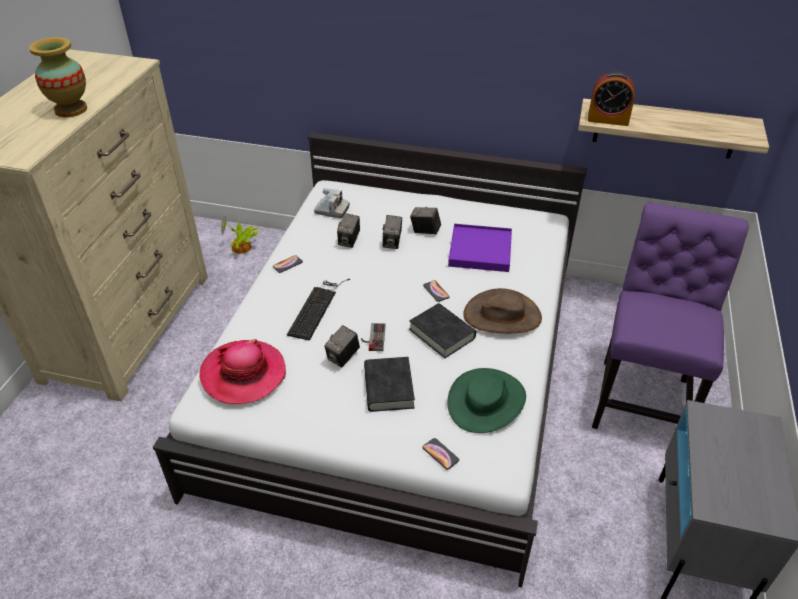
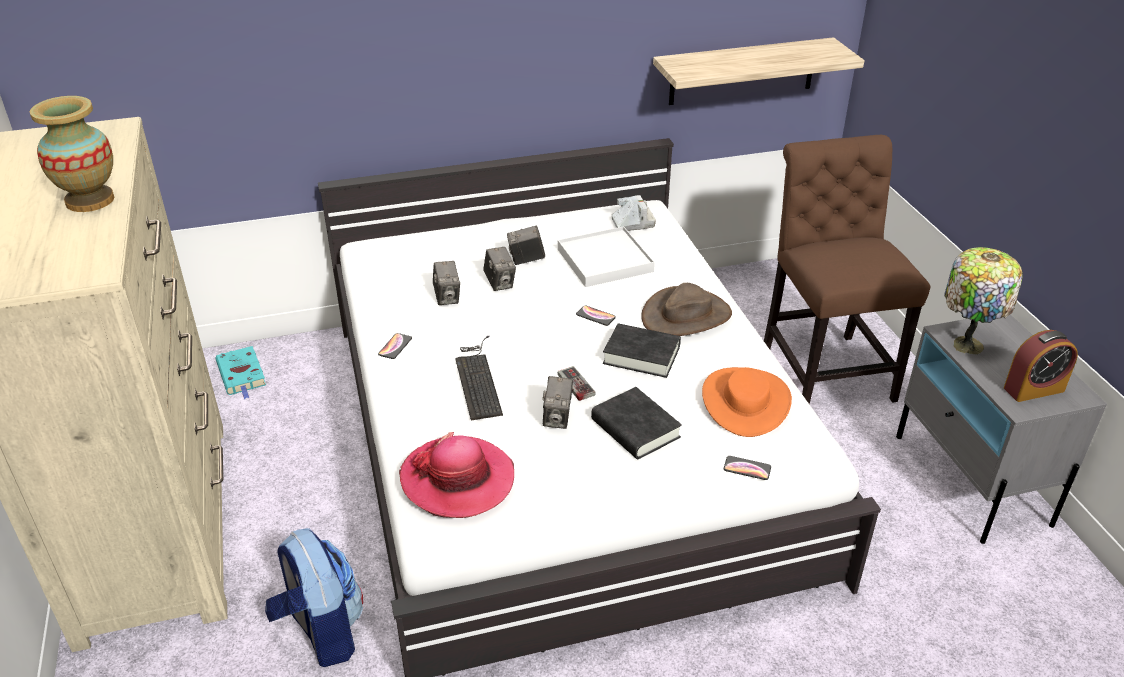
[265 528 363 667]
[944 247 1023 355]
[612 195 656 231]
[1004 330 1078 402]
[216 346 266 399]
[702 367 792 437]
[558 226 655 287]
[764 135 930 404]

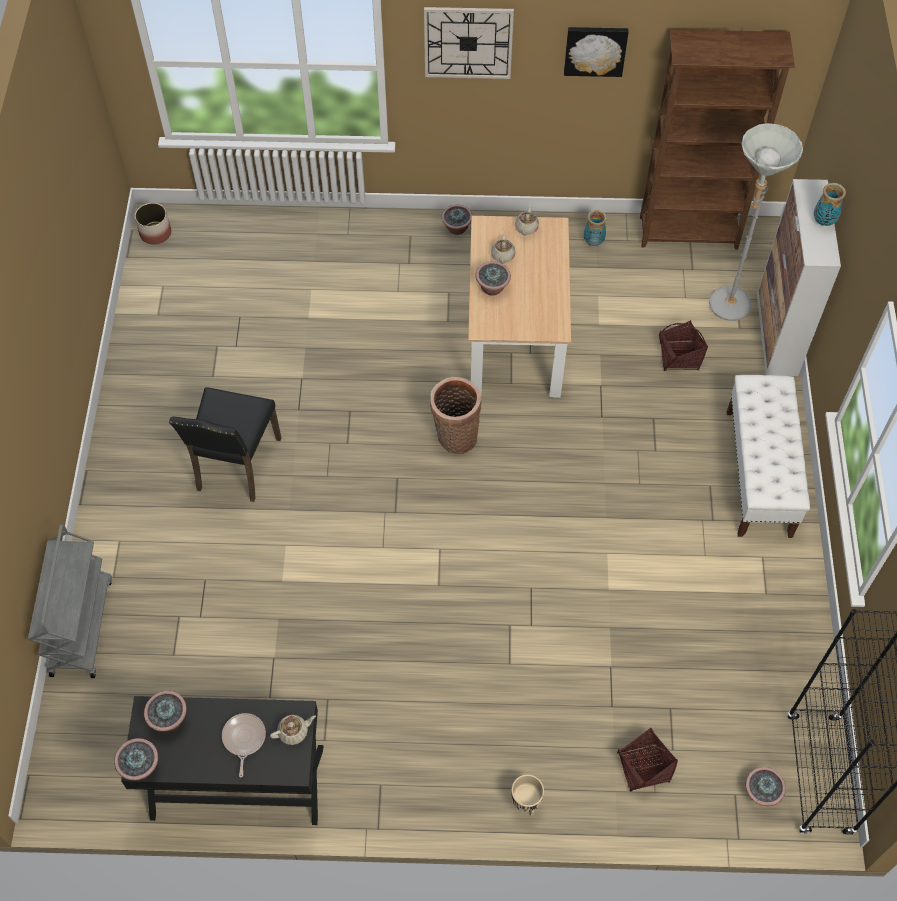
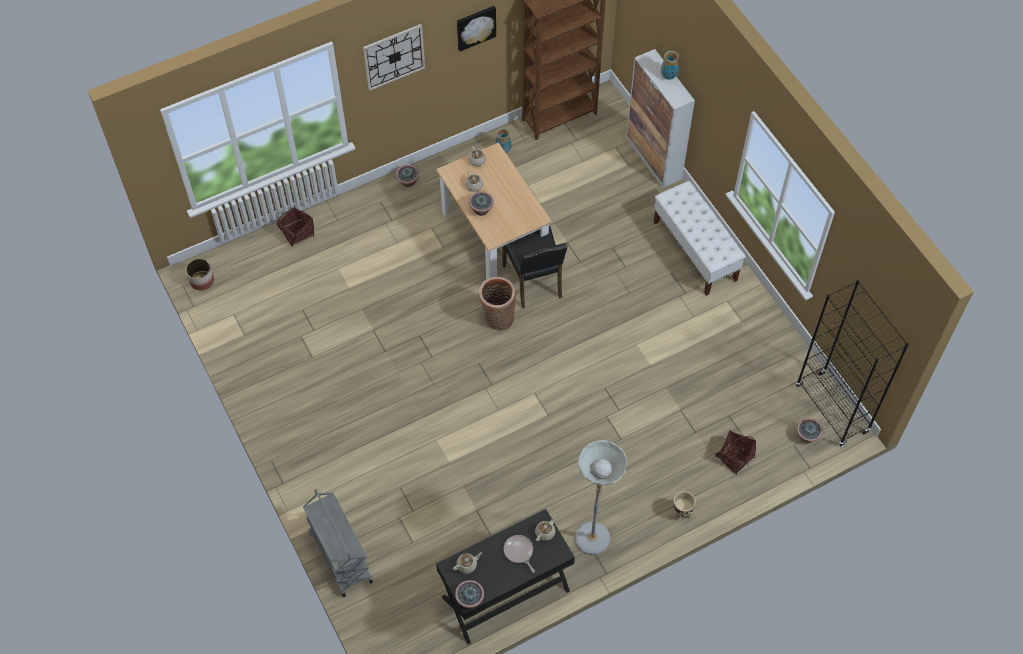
[502 226 568 308]
[277 206 315 247]
[575 440 627 555]
[453 552 482 574]

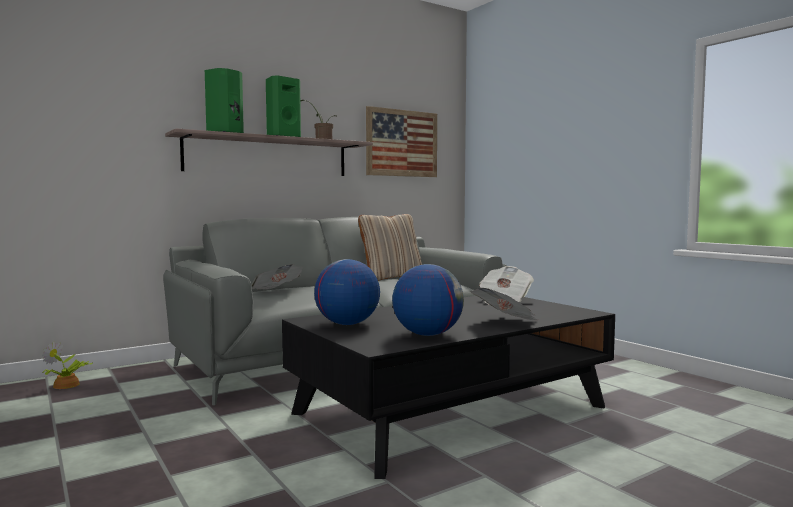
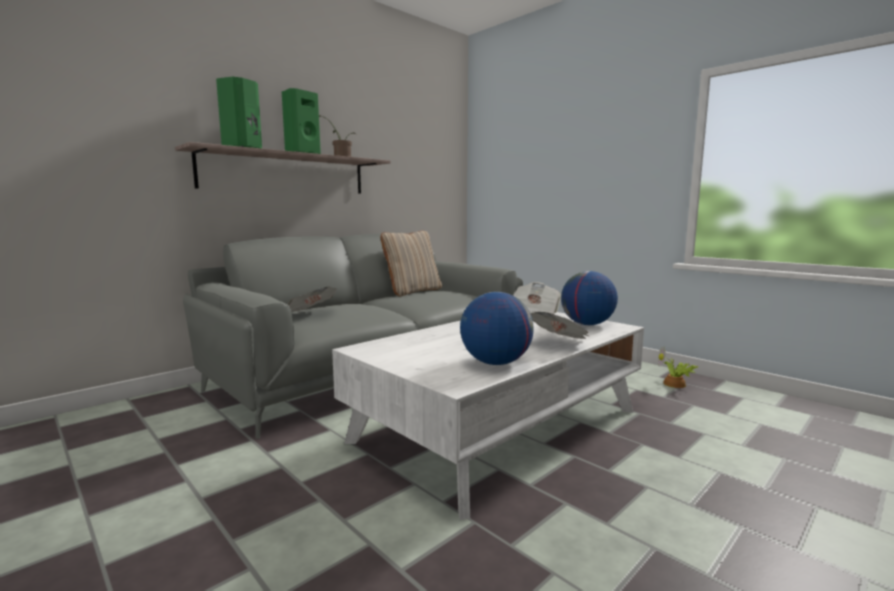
[366 106 437 177] (first image)
[658 348 698 388]
[561 271 618 325]
[332 312 644 520]

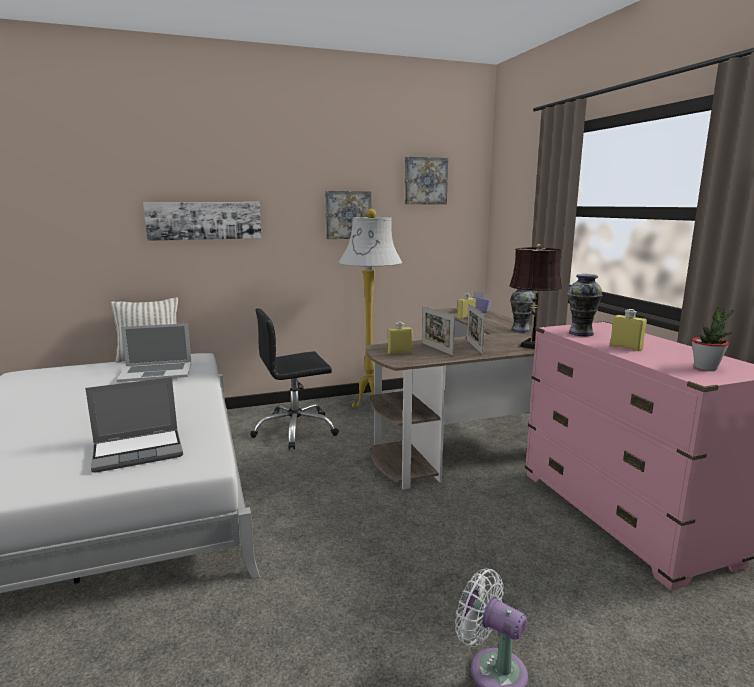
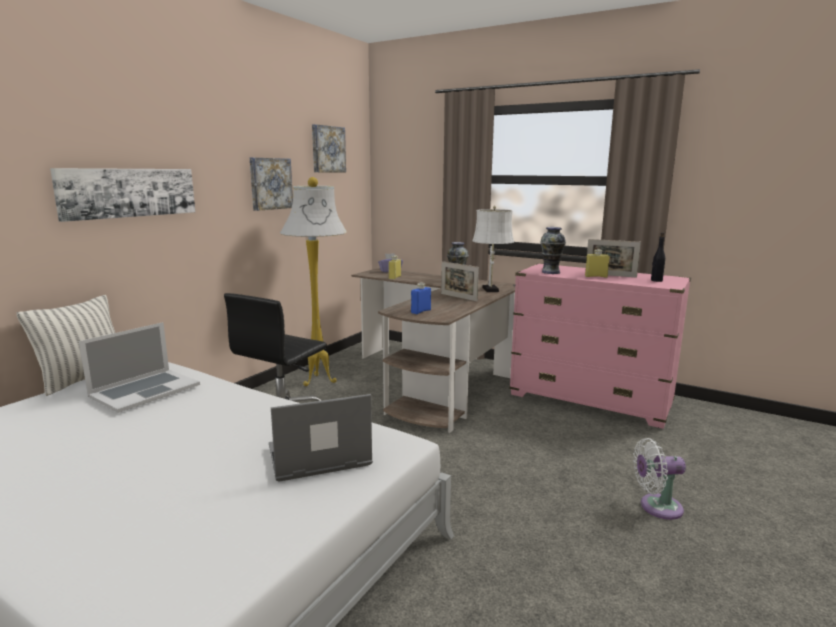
[587 239 641 278]
[651 232 665 282]
[411 282 431 314]
[472 206 514 292]
[269 394 373 482]

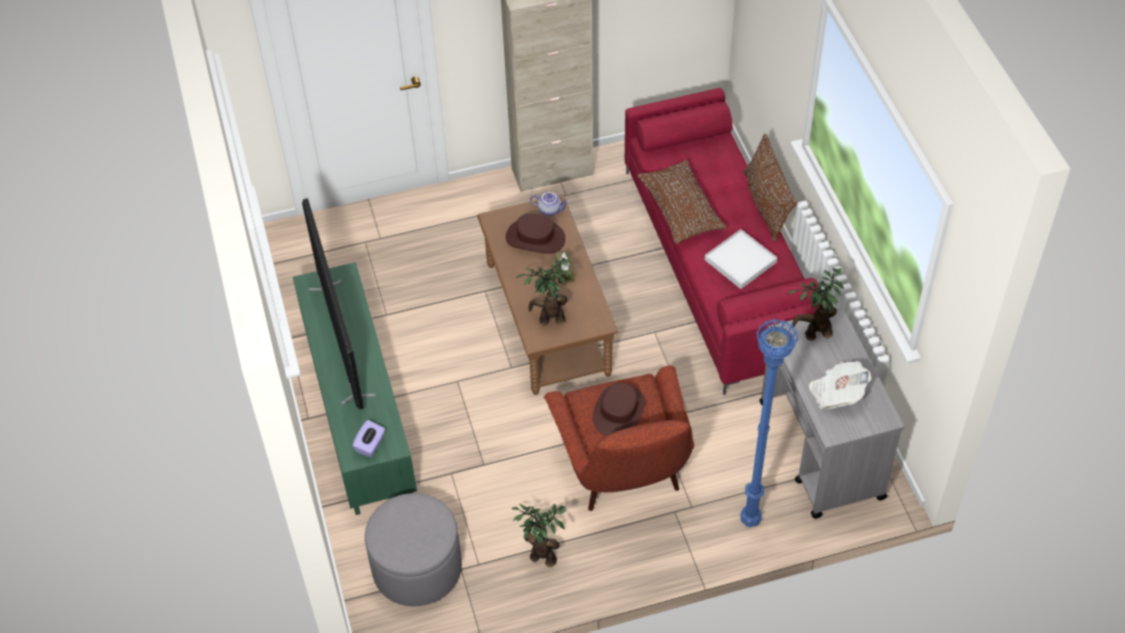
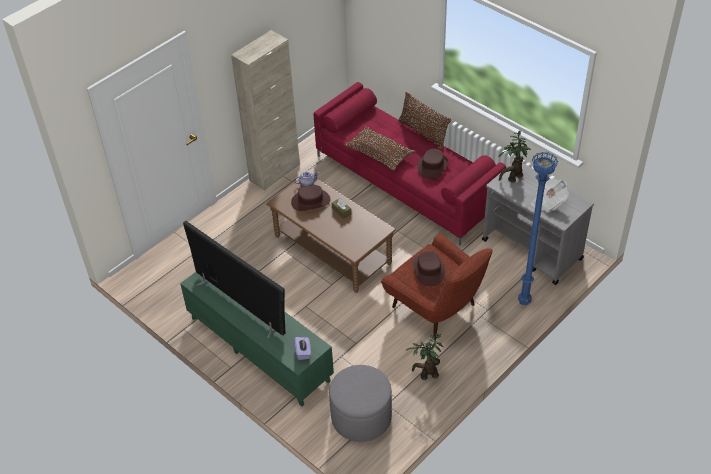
[516 258 572 325] (first image)
[418 149 448 179]

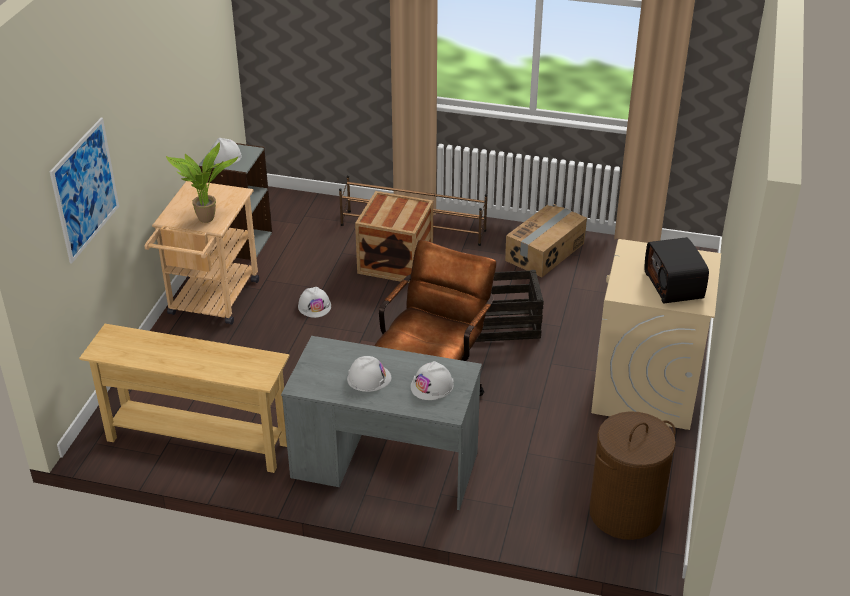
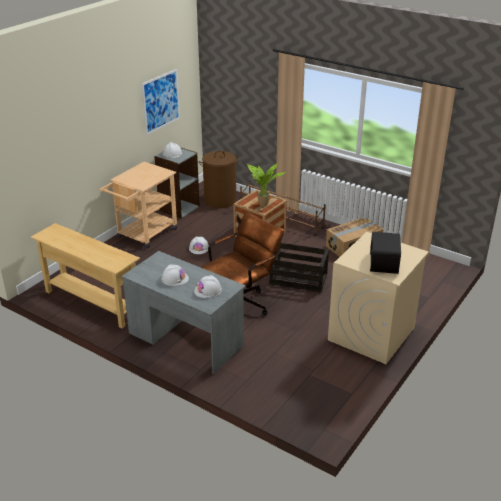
[142 69 180 135]
[246 162 287 206]
[199 150 240 208]

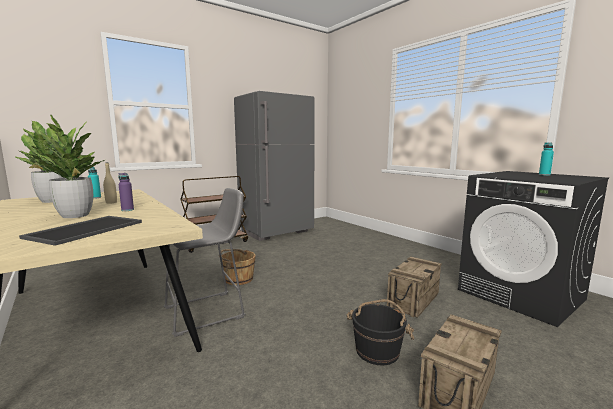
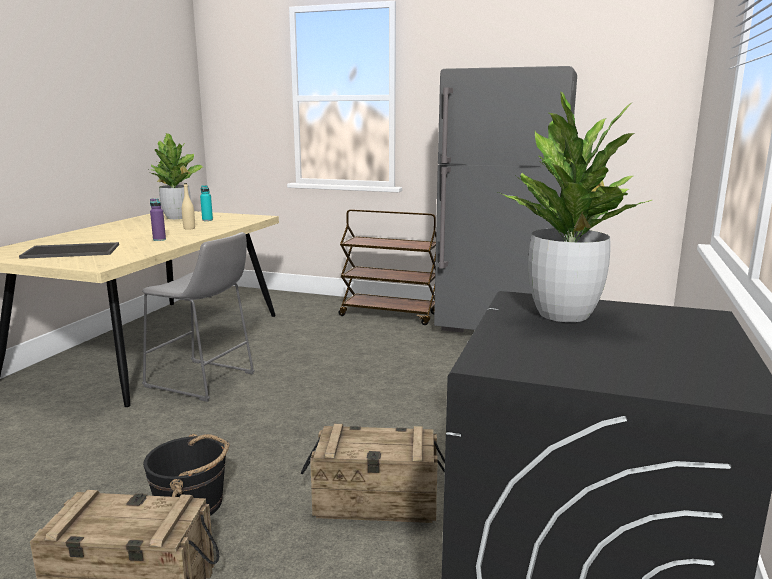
[219 249 256 285] (first image)
[539 142 554 176] (first image)
[498 92 653 322]

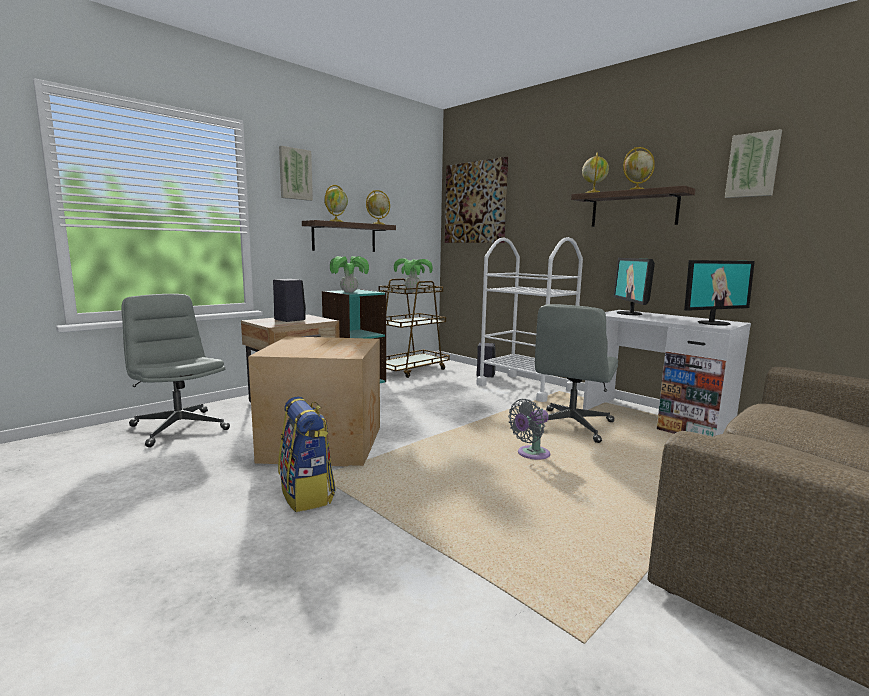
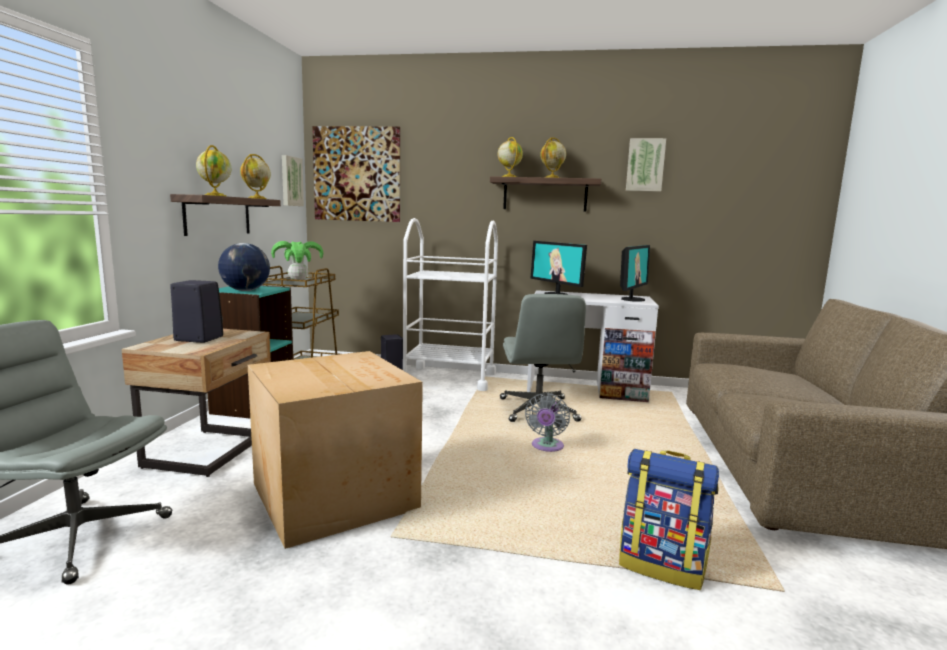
[619 449 719 590]
[282 155 304 206]
[218 243 270 291]

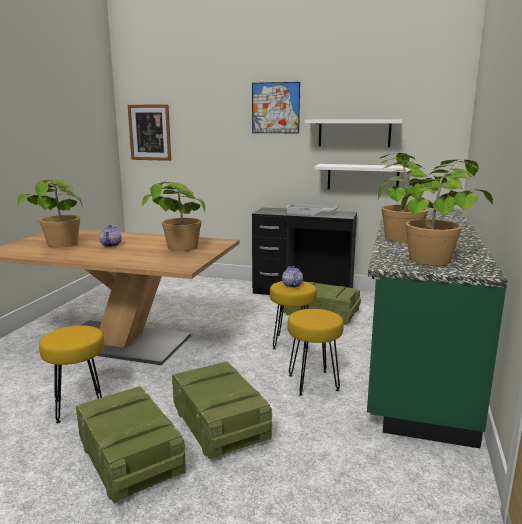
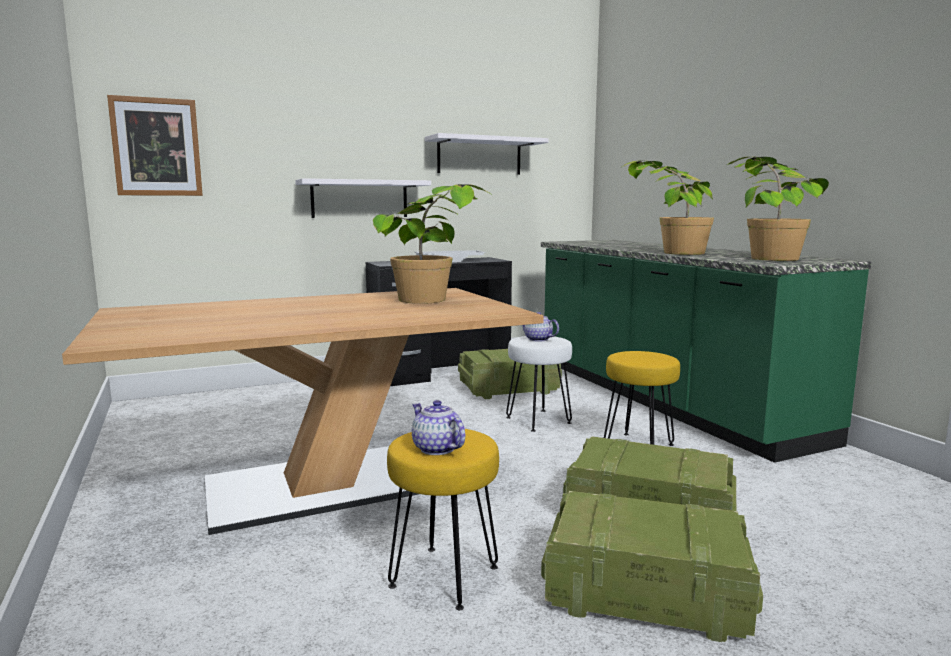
[17 180 83 247] (first image)
[252 82 300 133] (first image)
[412 400 465 455]
[295 178 431 218]
[506 336 572 432]

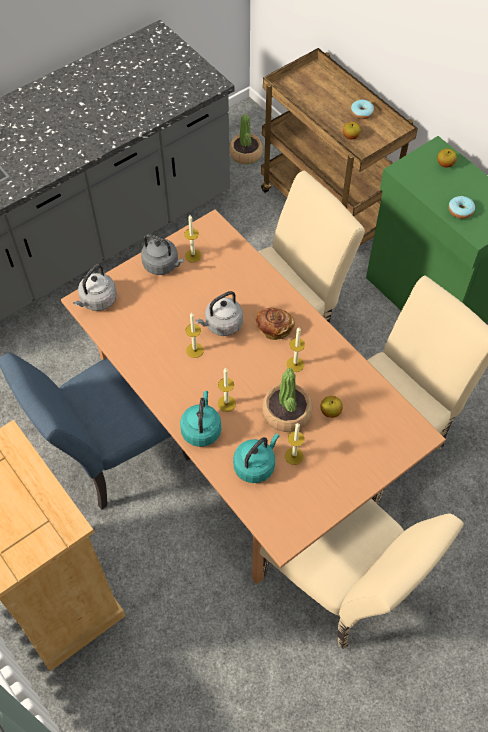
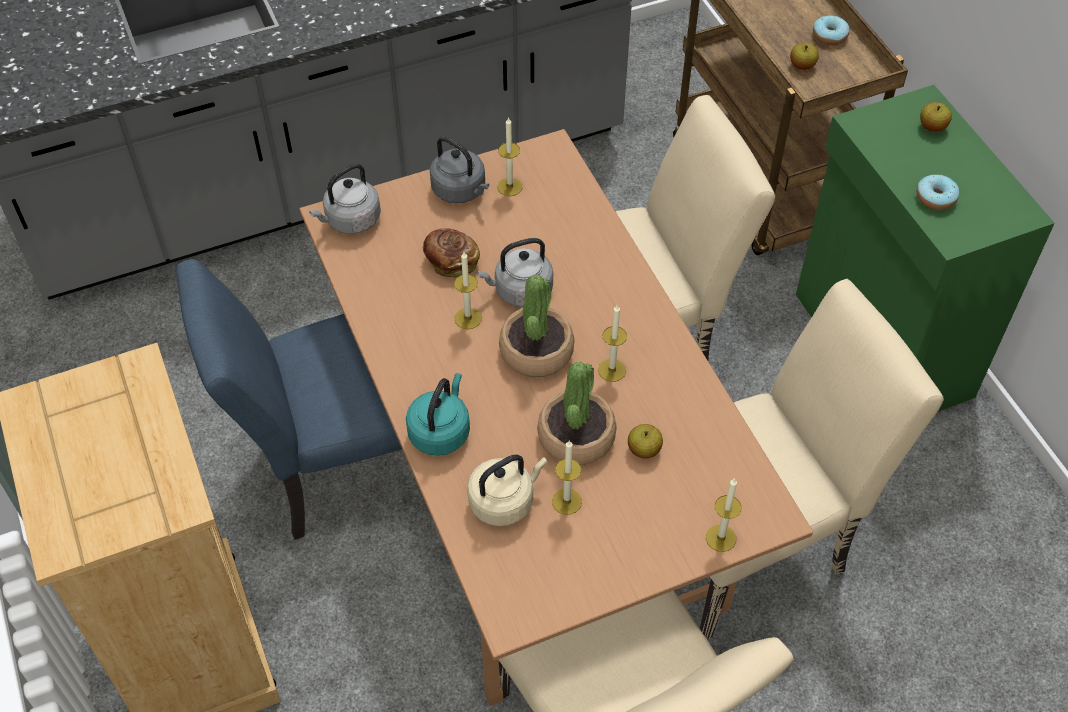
[706 478 741 552]
[499 275 574 377]
[423 228 480 278]
[467 455 548 526]

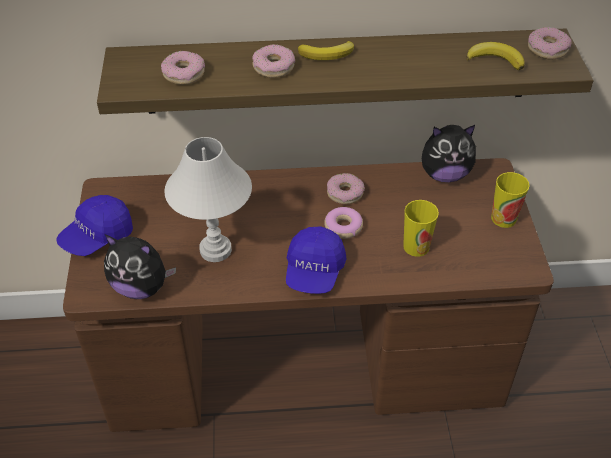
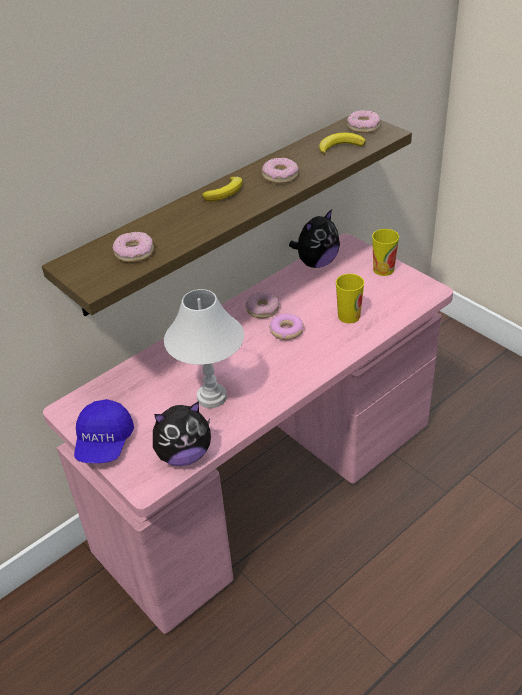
[286 226 347 294] (first image)
[262 158 299 184]
[43 233 453 634]

